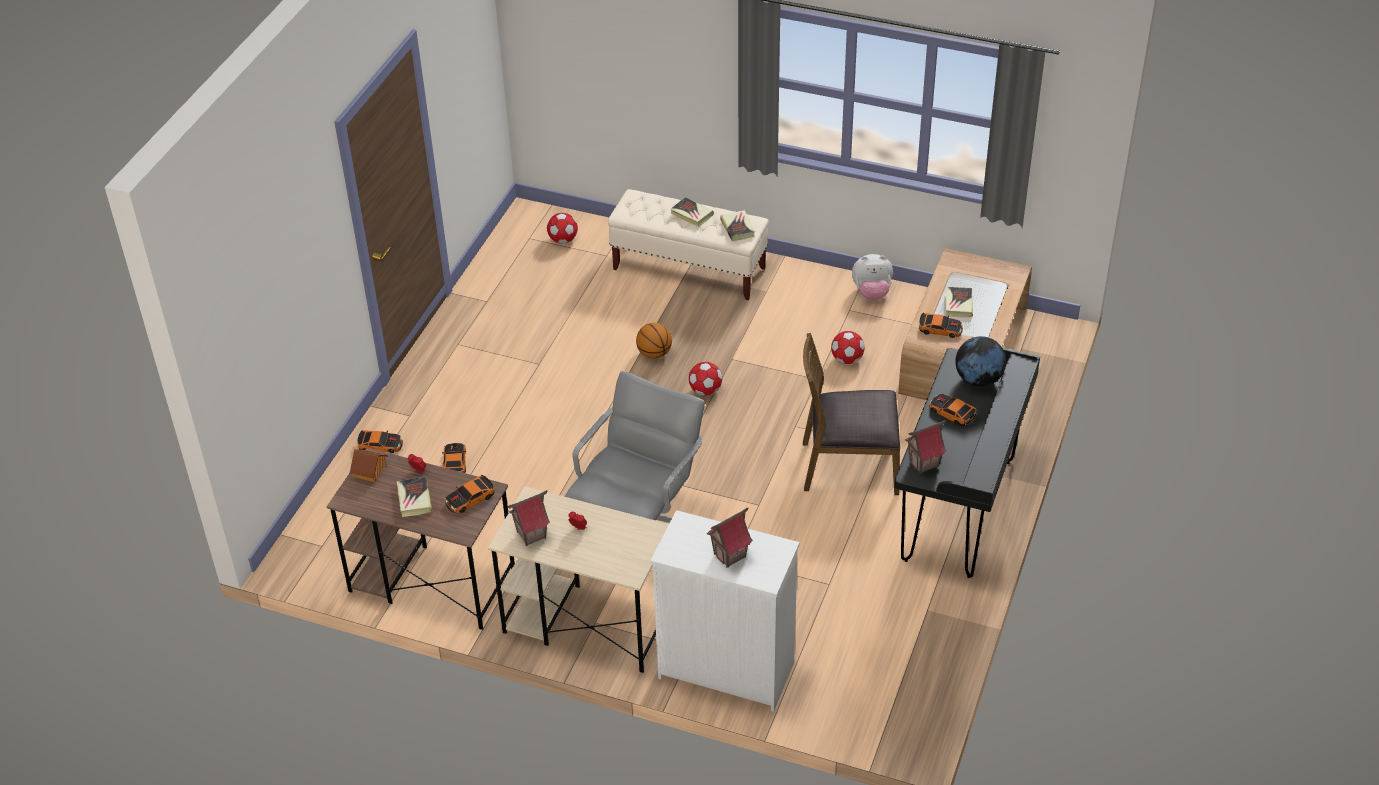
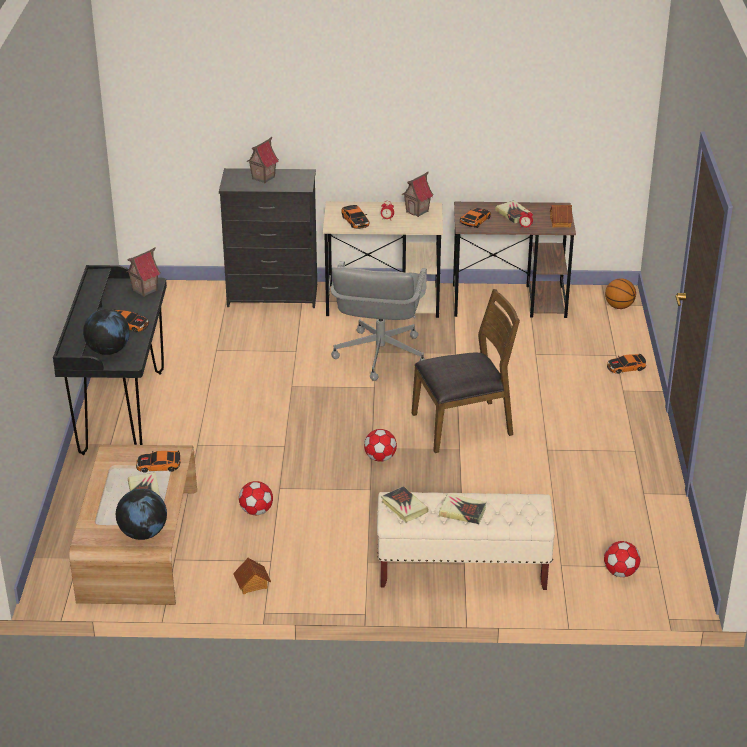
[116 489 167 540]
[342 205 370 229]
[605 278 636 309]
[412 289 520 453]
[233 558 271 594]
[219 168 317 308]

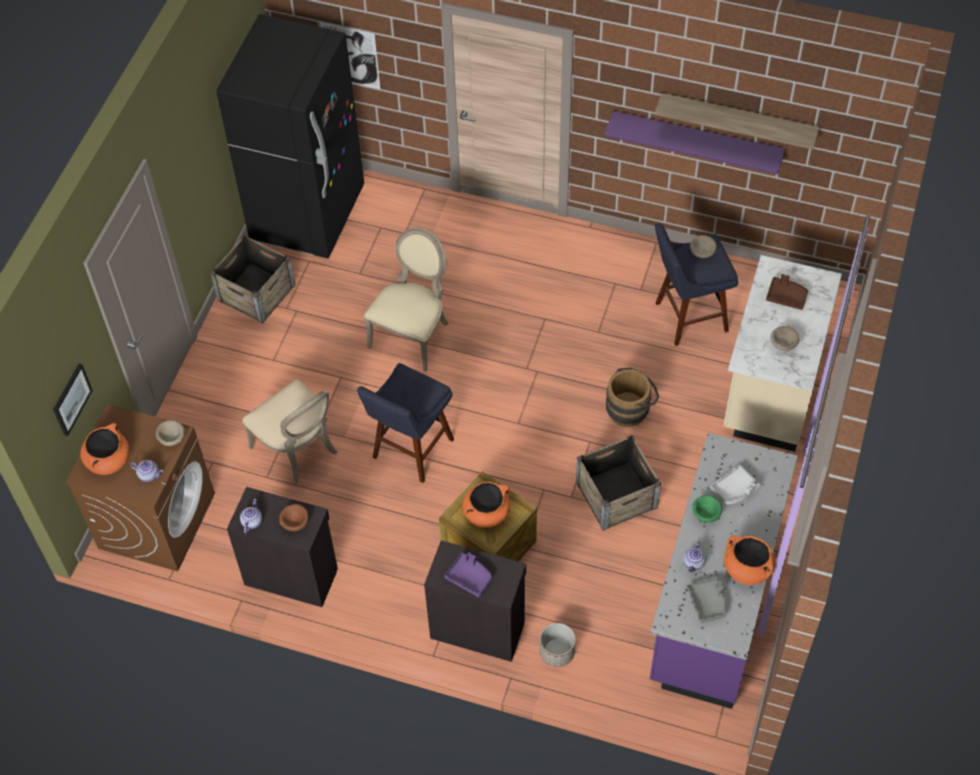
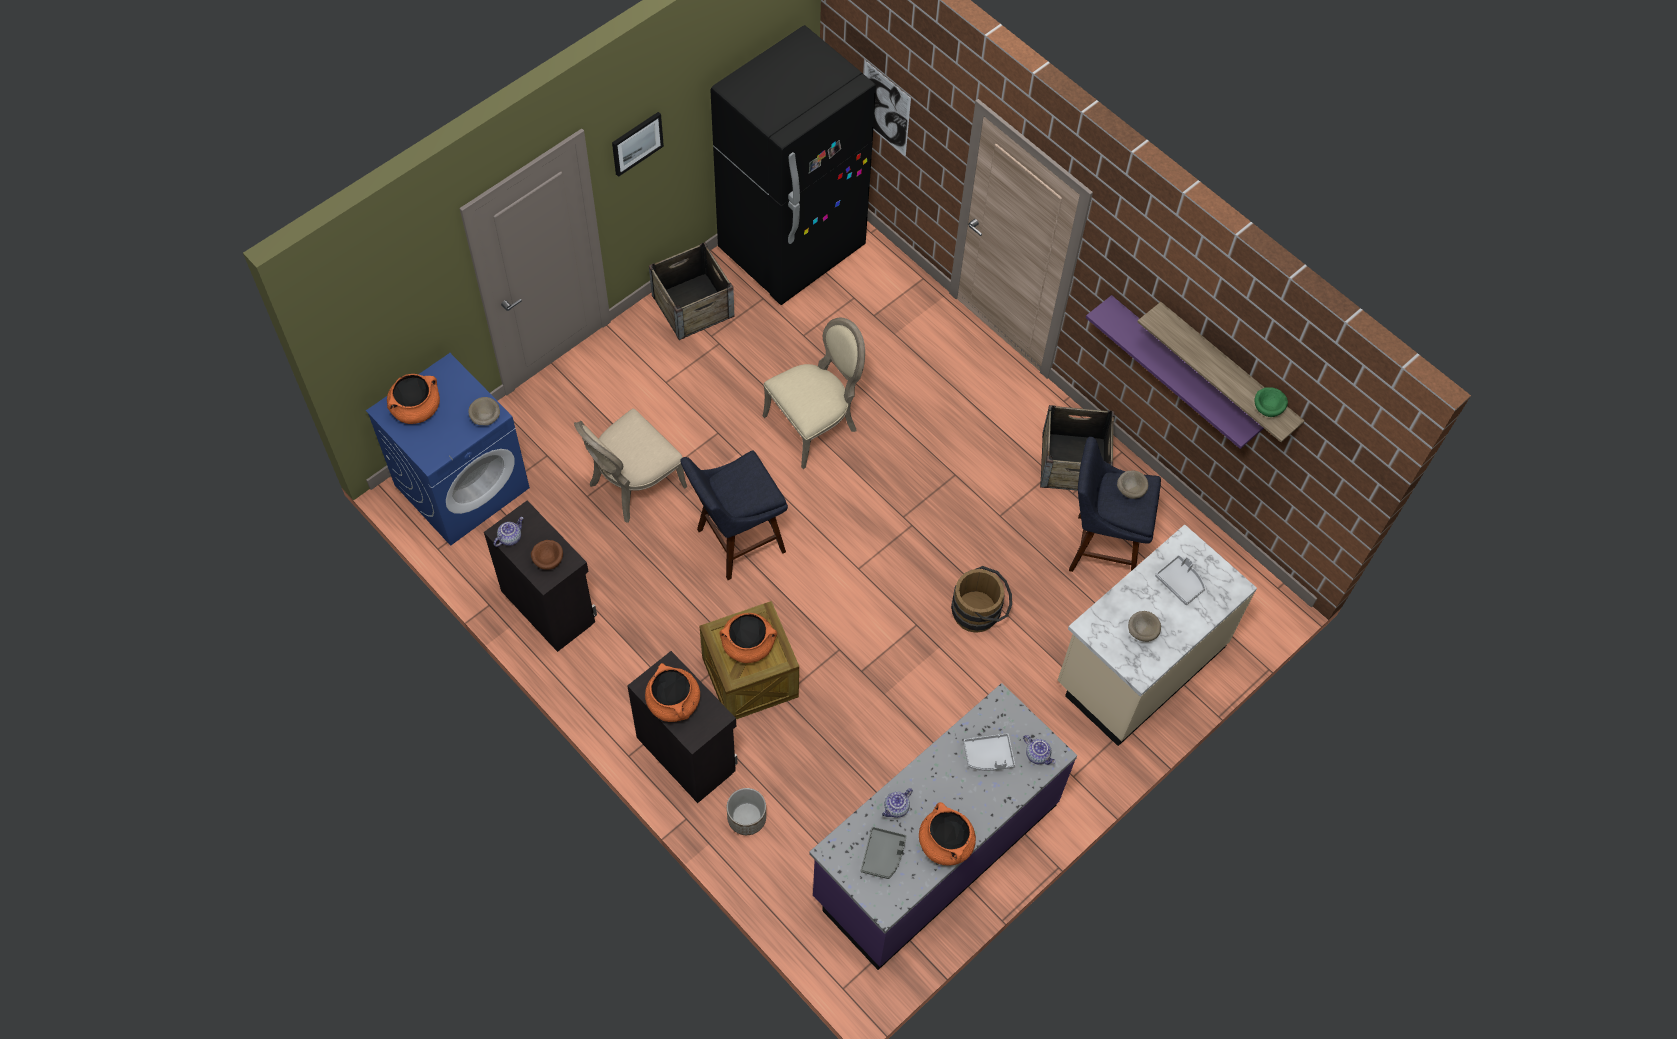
[612 112 664 177]
[1023 735 1056 765]
[1040 405 1114 491]
[1254 387 1288 417]
[645 663 700 722]
[366 353 530 546]
[1155 555 1205 605]
[574 408 687 523]

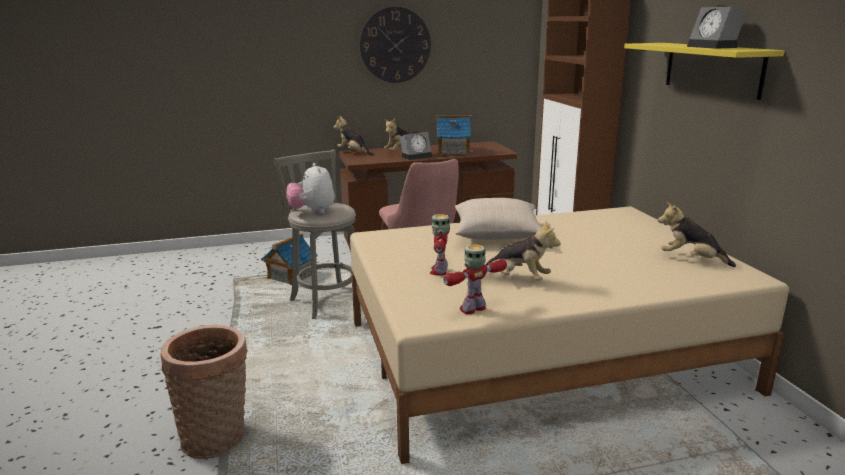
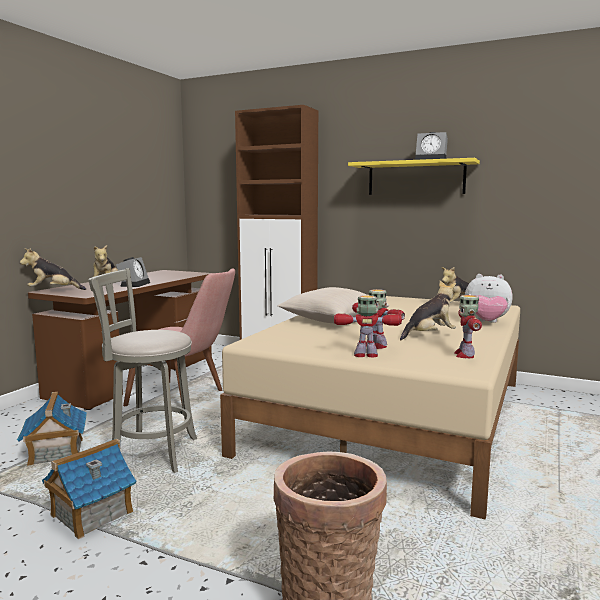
[360 7 431 83] (first image)
[334 295 402 357]
[465 274 513 323]
[42 438 136 540]

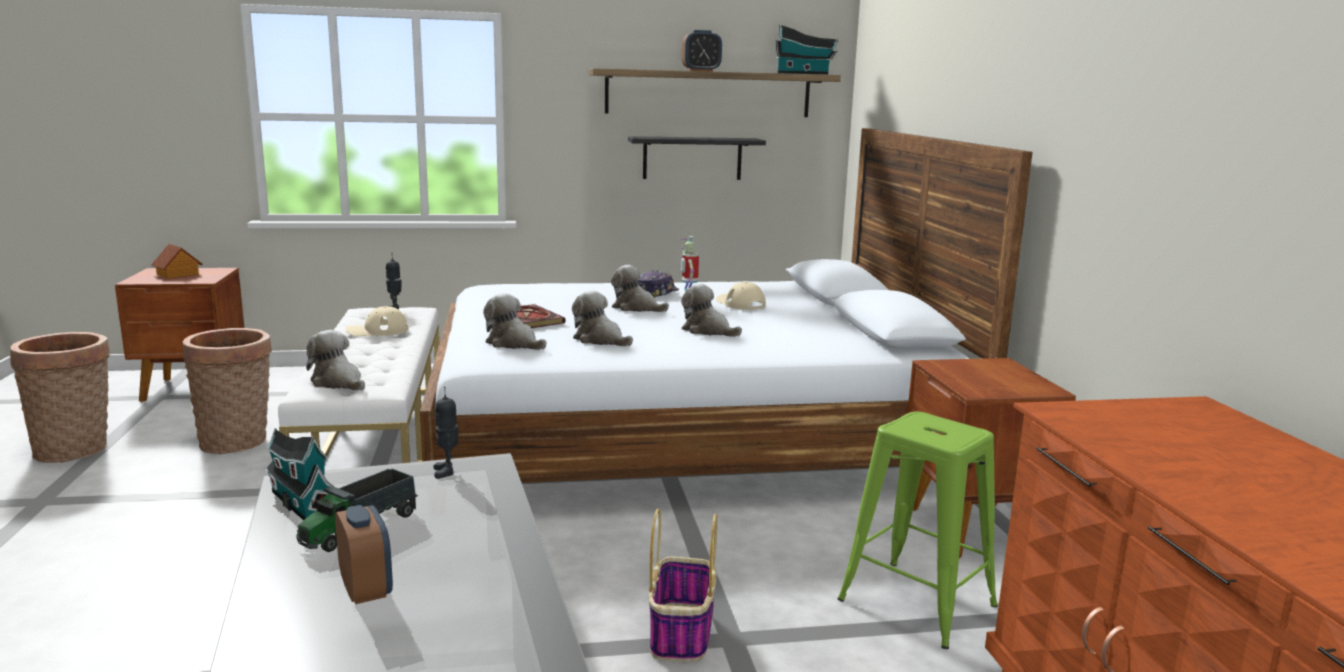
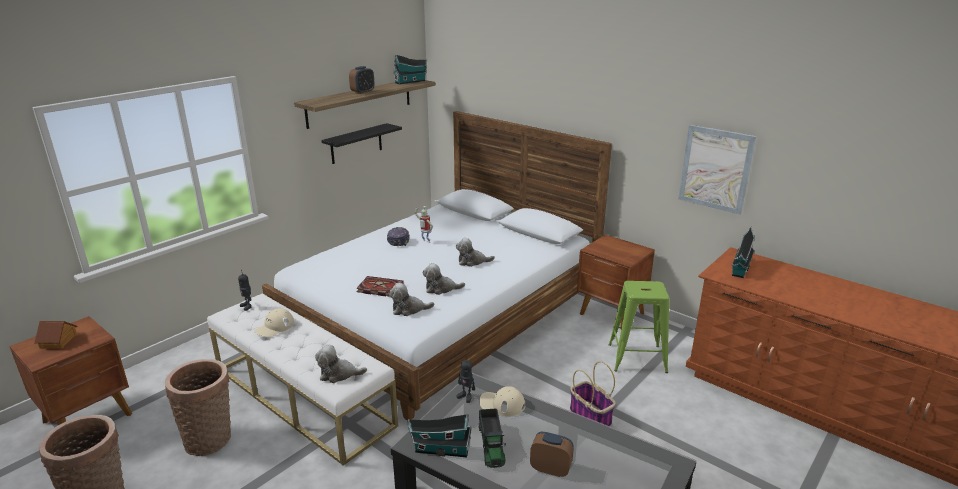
[611 265 669 312] (first image)
[678 125 756 215]
[731 227 755 278]
[479 386 525 416]

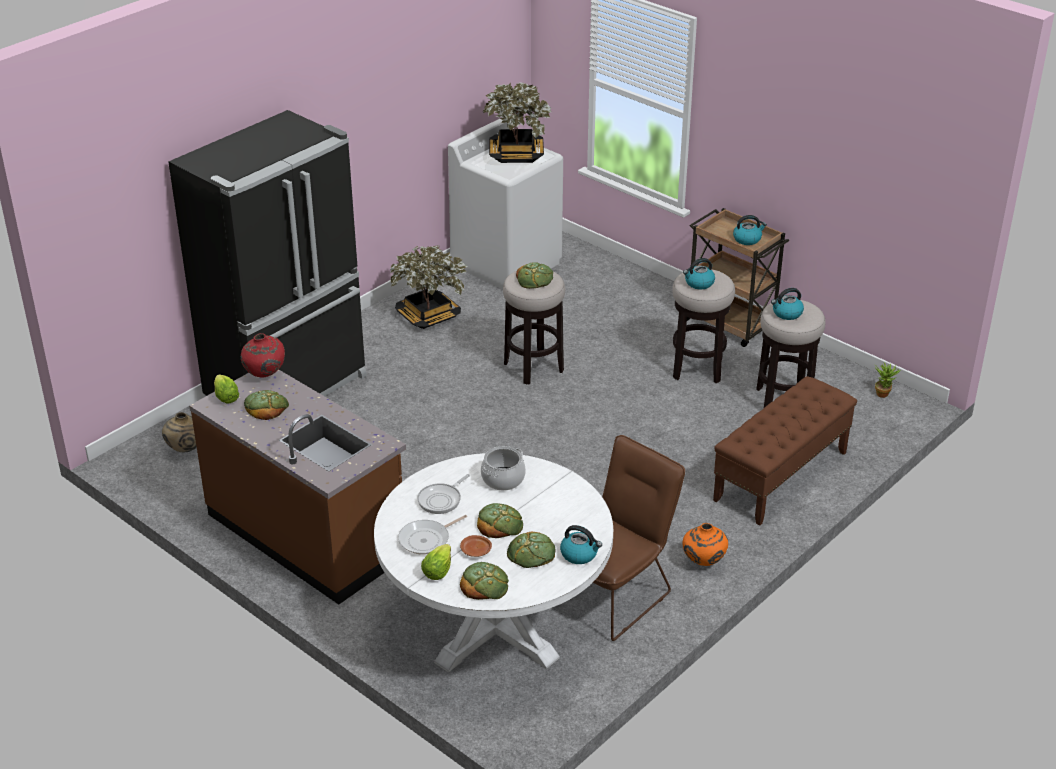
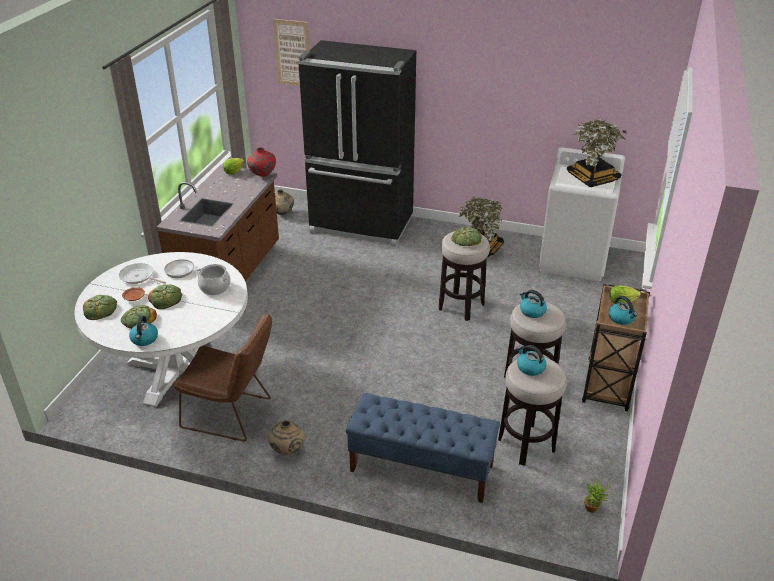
[244 390 289 420] (first image)
[273 19 309 86]
[610 285 641 303]
[268 420 305 455]
[346 393 500 503]

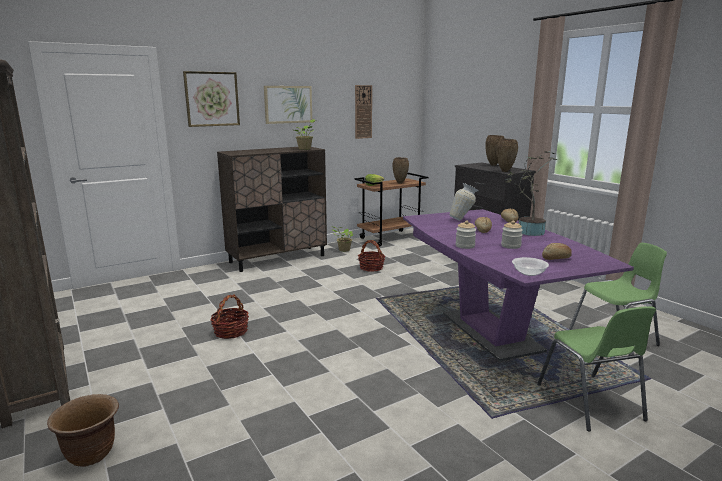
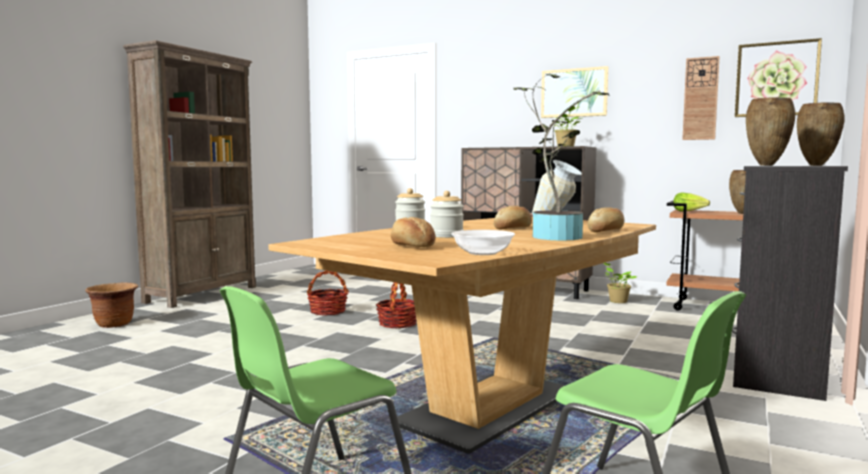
[735 38 822 117]
[376 282 417 328]
[451 230 515 255]
[268 217 656 454]

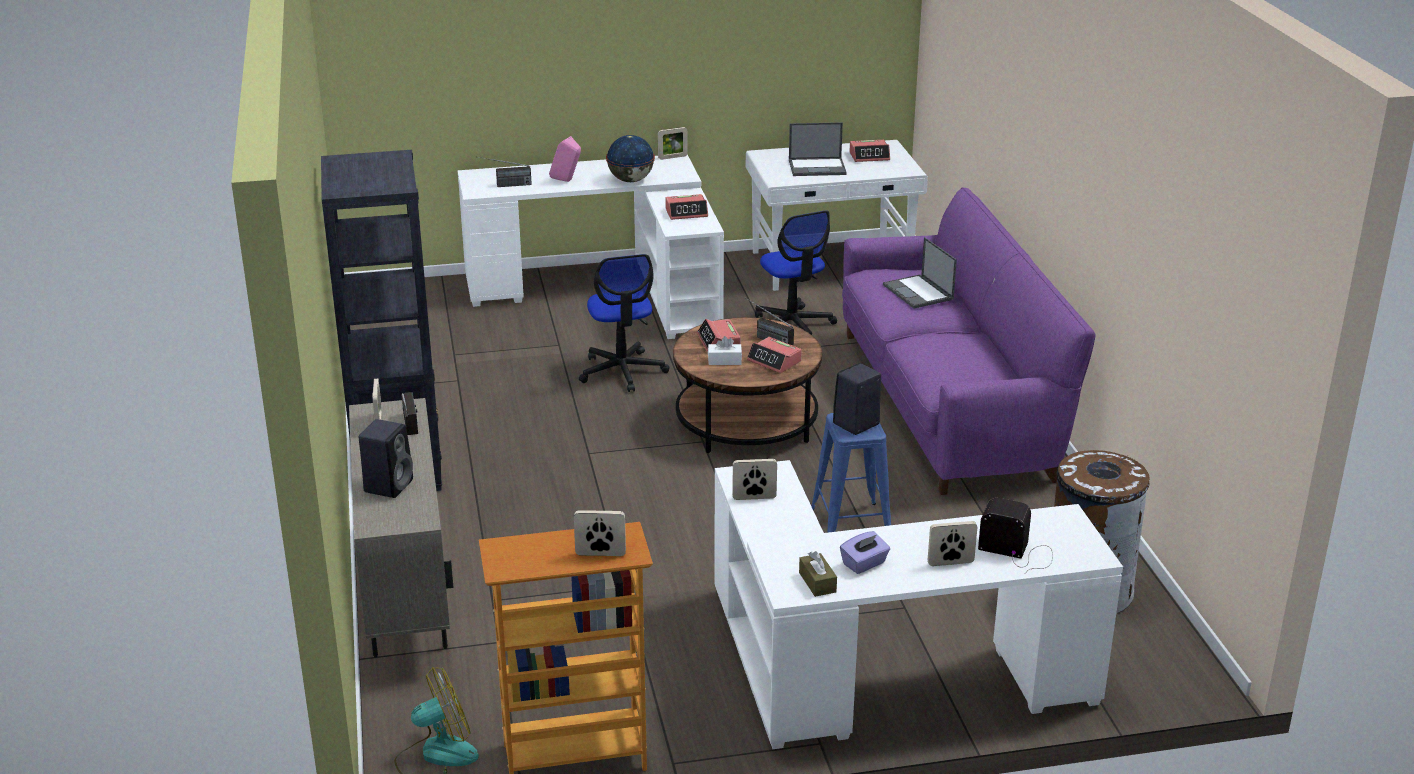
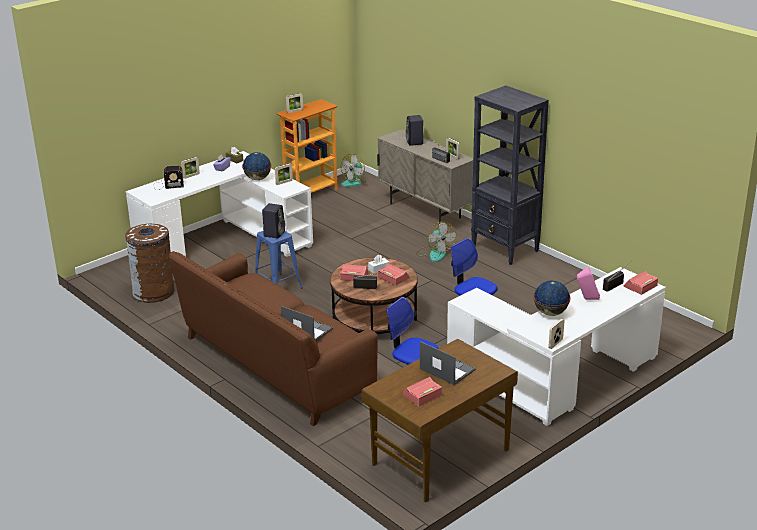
[242 152 271 180]
[416 221 456 262]
[624 271 658 295]
[362 339 518 503]
[169 251 378 426]
[420 341 476 385]

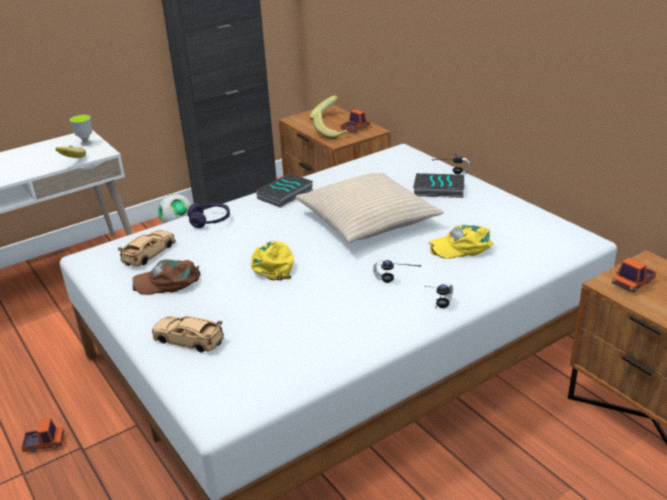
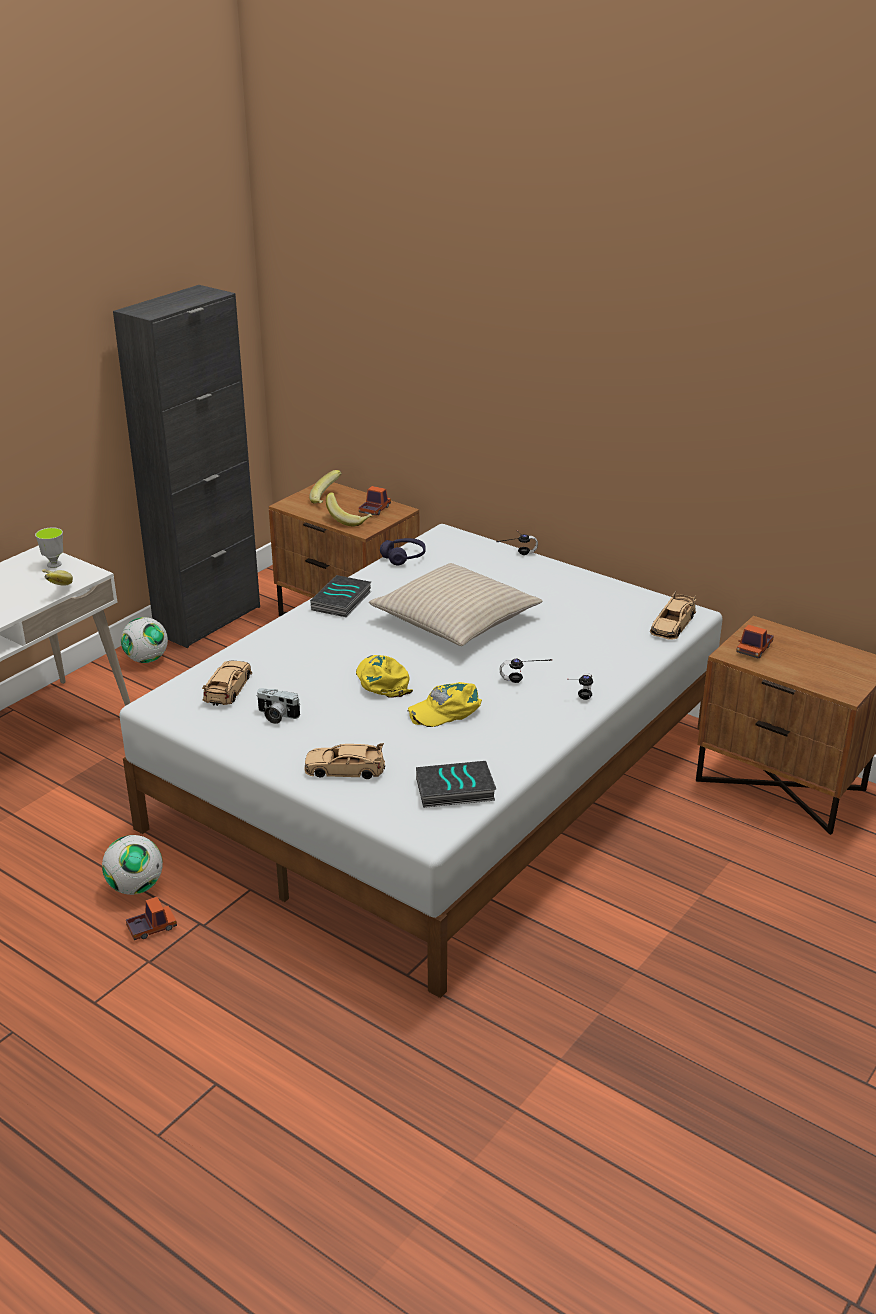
[102 835 163 895]
[650 591 697 640]
[380 538 426 565]
[416 761 496 808]
[407 682 482 727]
[257 688 300 724]

